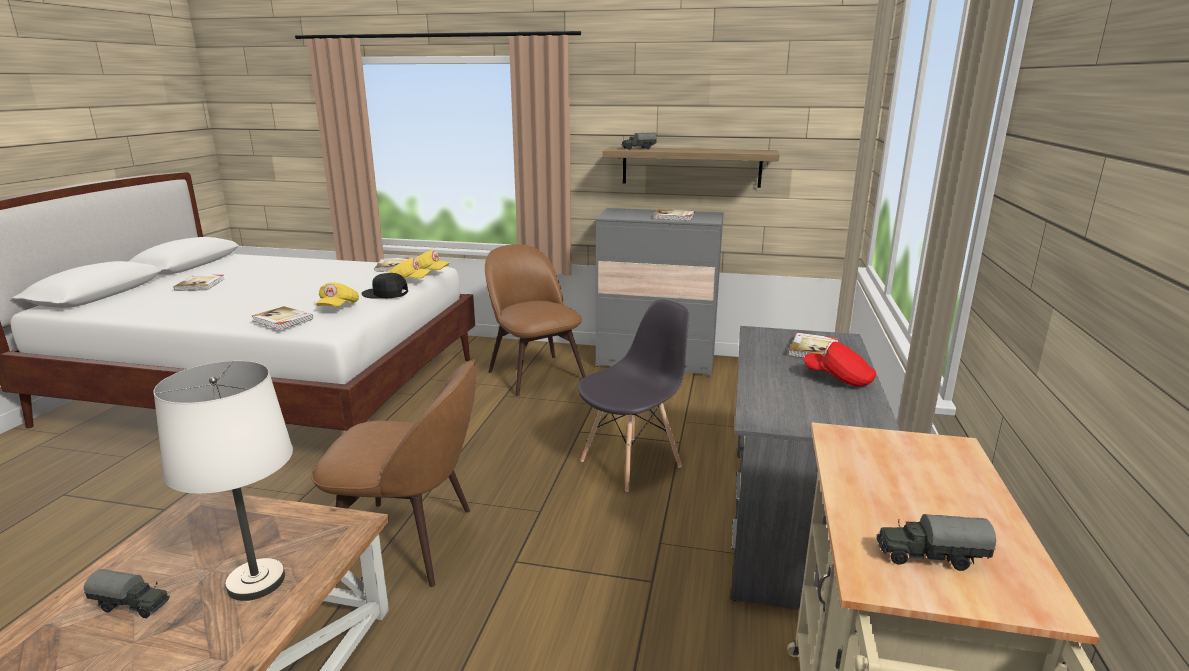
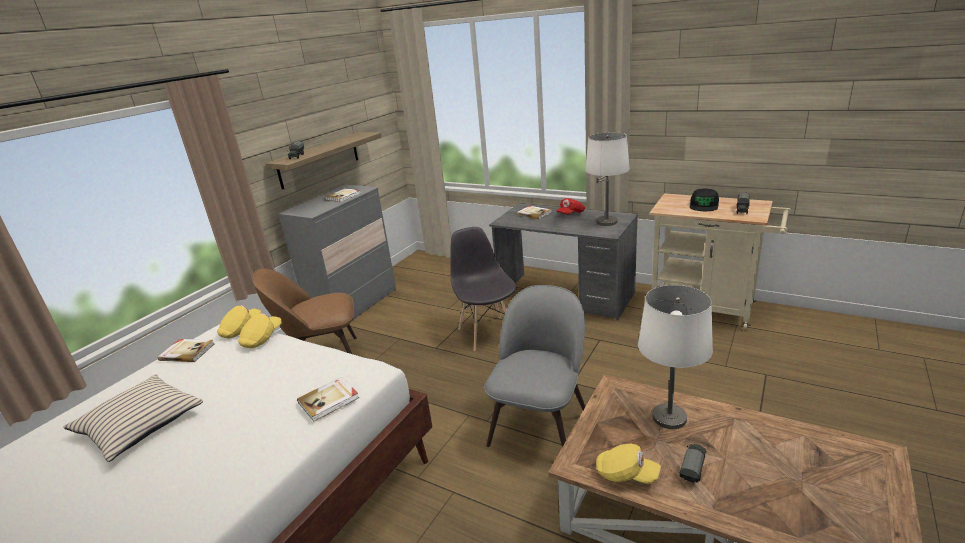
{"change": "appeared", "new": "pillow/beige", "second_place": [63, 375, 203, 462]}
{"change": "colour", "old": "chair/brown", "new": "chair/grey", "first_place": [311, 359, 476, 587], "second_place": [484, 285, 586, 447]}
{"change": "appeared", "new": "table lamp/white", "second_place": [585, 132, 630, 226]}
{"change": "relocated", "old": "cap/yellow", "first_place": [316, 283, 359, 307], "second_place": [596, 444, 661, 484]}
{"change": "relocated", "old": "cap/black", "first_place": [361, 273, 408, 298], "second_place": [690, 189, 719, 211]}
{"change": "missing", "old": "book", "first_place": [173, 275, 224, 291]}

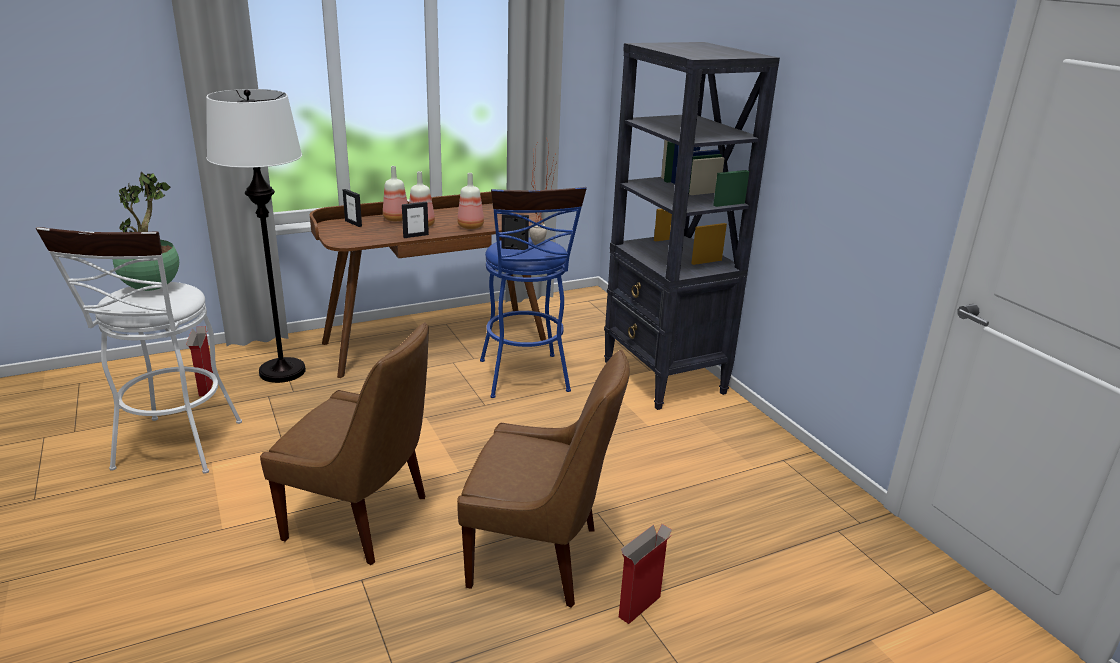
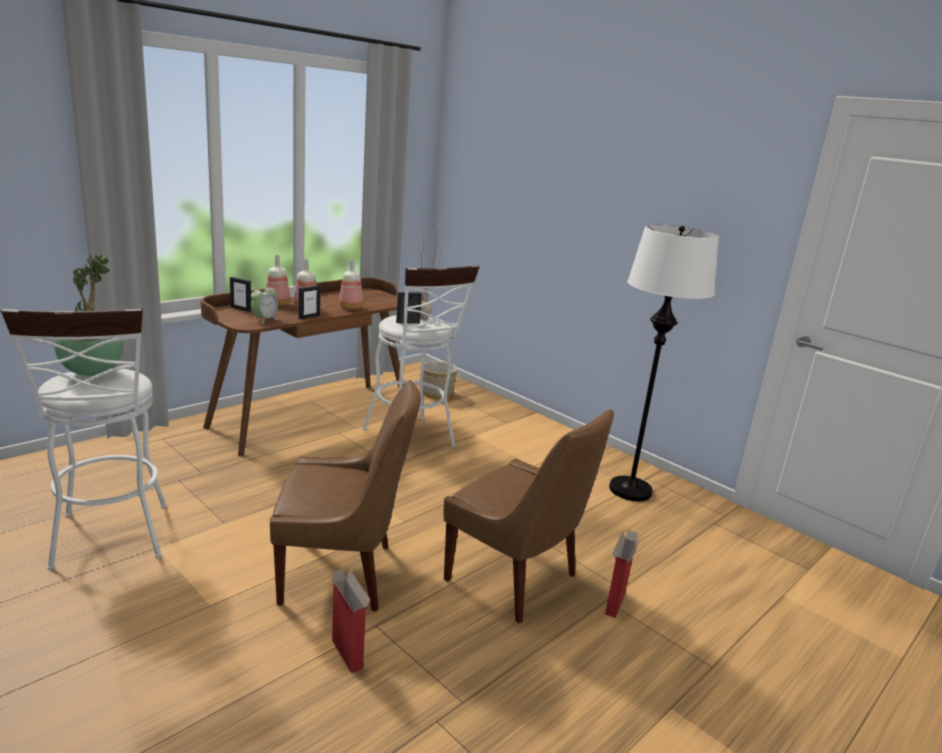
{"change": "appeared", "new": "alarm clock", "second_place": [251, 284, 278, 324]}
{"change": "relocated", "old": "cardboard box", "first_place": [186, 326, 213, 396], "second_place": [330, 569, 371, 673]}
{"change": "colour", "old": "stool/blue", "new": "stool/white", "first_place": [480, 187, 587, 398], "second_place": [362, 265, 480, 447]}
{"change": "appeared", "new": "planter", "second_place": [423, 361, 457, 399]}
{"change": "spun", "old": "chair/brown", "first_place": [457, 350, 630, 608], "second_place": [444, 409, 614, 624], "degrees": 45}
{"change": "relocated", "old": "floor lamp/white", "first_place": [206, 89, 306, 383], "second_place": [609, 225, 719, 501]}
{"change": "missing", "old": "bookcase/black", "first_place": [604, 42, 780, 410]}

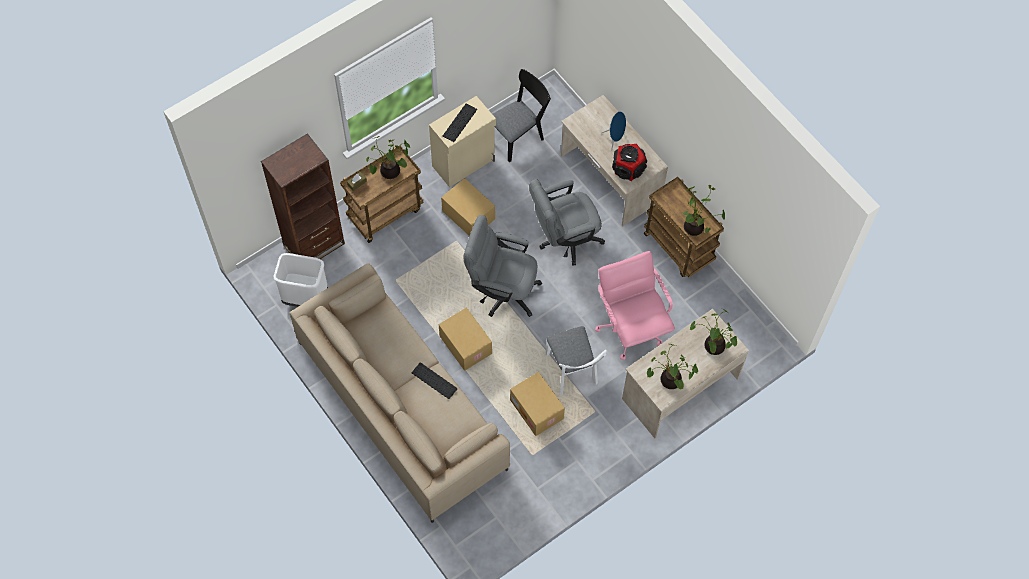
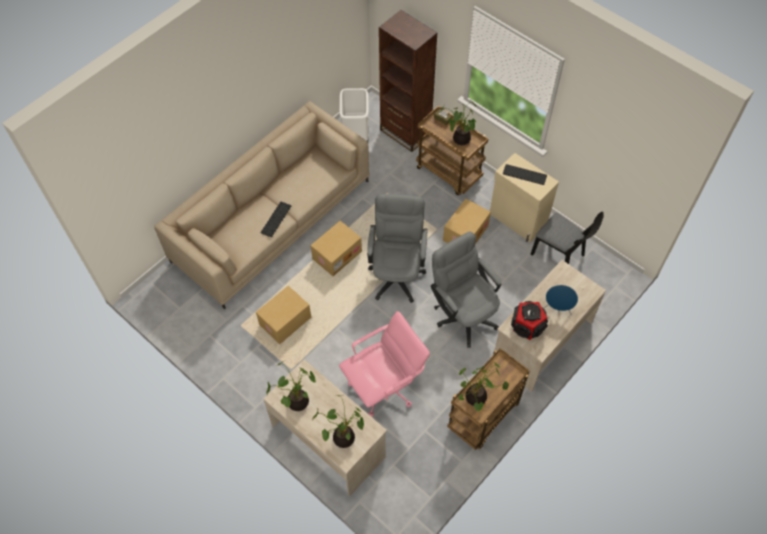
{"change": "missing", "old": "chair/white", "first_place": [546, 326, 607, 395]}

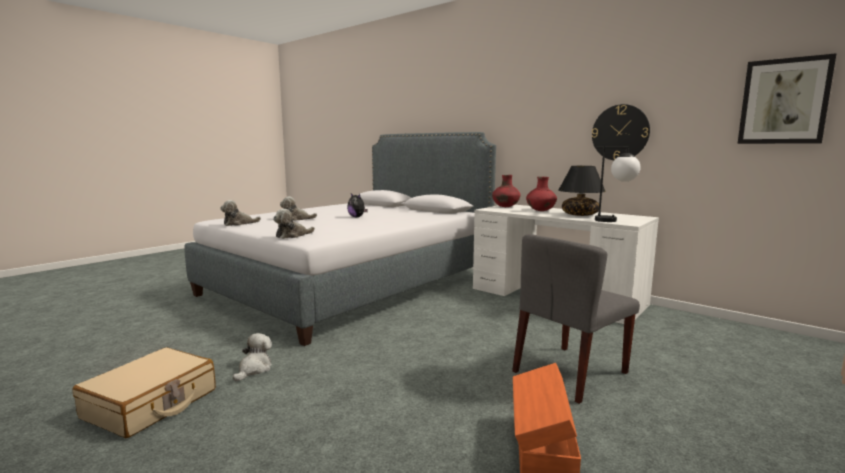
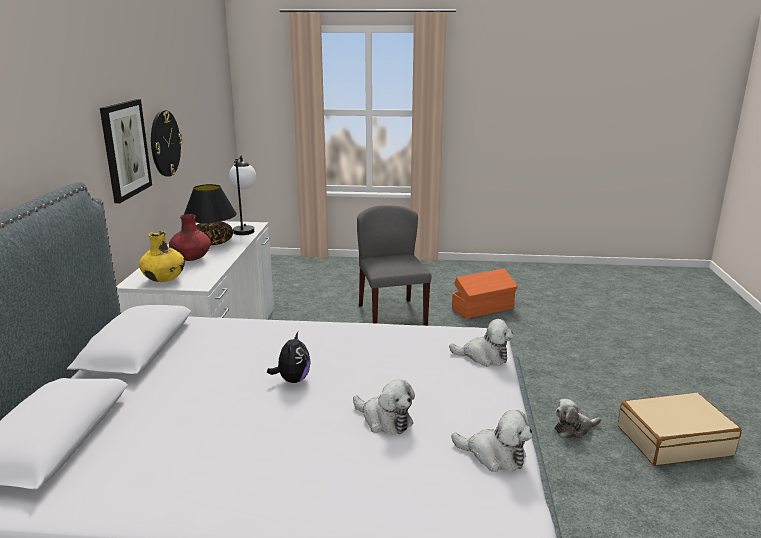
{"change": "relocated", "old": "picture", "first_place": [738, 53, 837, 144], "second_place": [100, 99, 152, 203]}
{"change": "colour", "old": "vase/red", "new": "vase/yellow", "first_place": [492, 175, 521, 207], "second_place": [139, 231, 185, 282]}
{"change": "spun", "old": "chair/grey", "first_place": [512, 234, 640, 404], "second_place": [357, 205, 432, 326], "degrees": -120}

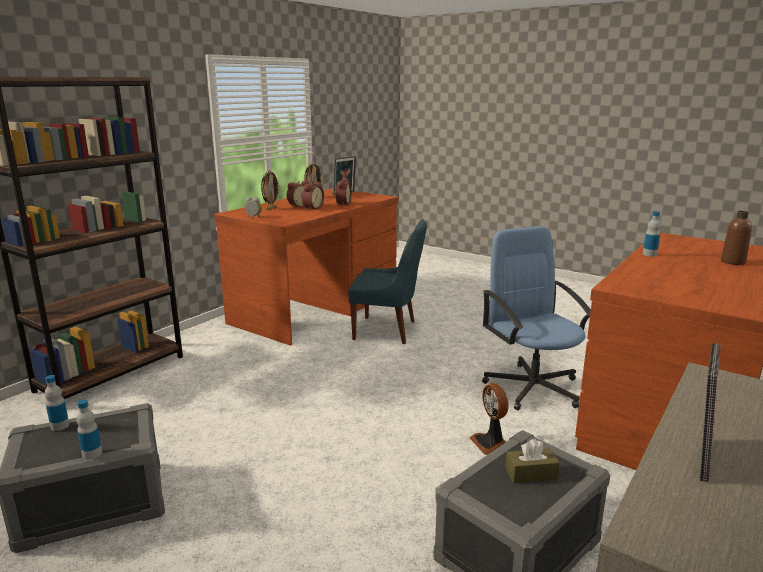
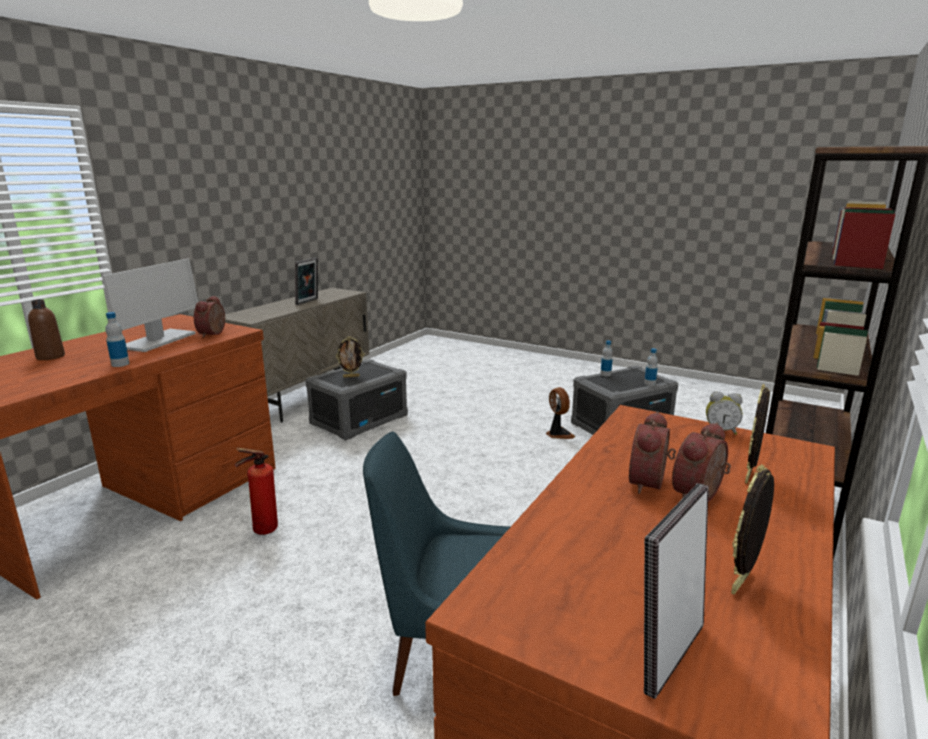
{"change": "appeared", "new": "monitor", "second_place": [102, 259, 198, 352]}
{"change": "relocated", "old": "alarm clock", "first_place": [334, 178, 352, 205], "second_place": [194, 296, 225, 338]}
{"change": "exchanged", "old": "office chair/blue", "new": "fire extinguisher", "first_place": [482, 226, 591, 411], "second_place": [234, 448, 278, 535]}
{"change": "exchanged", "old": "tissue box/brown", "new": "picture frame", "first_place": [505, 439, 560, 483], "second_place": [336, 337, 364, 378]}
{"change": "relocated", "old": "fan", "first_place": [469, 383, 509, 455], "second_place": [546, 387, 575, 439]}

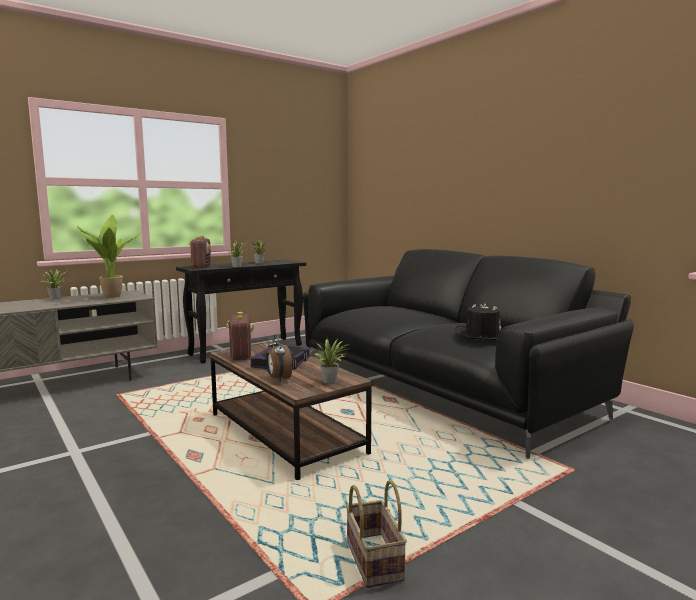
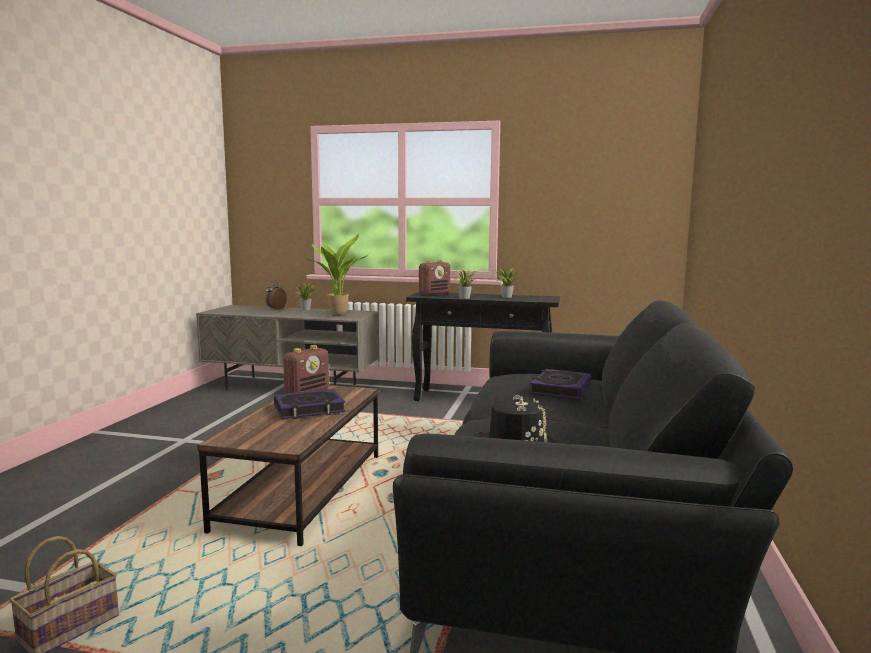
{"change": "relocated", "old": "alarm clock", "first_place": [266, 334, 292, 382], "second_place": [266, 280, 287, 310]}
{"change": "appeared", "new": "book", "second_place": [530, 369, 591, 400]}
{"change": "missing", "old": "potted plant", "first_place": [314, 338, 348, 383]}

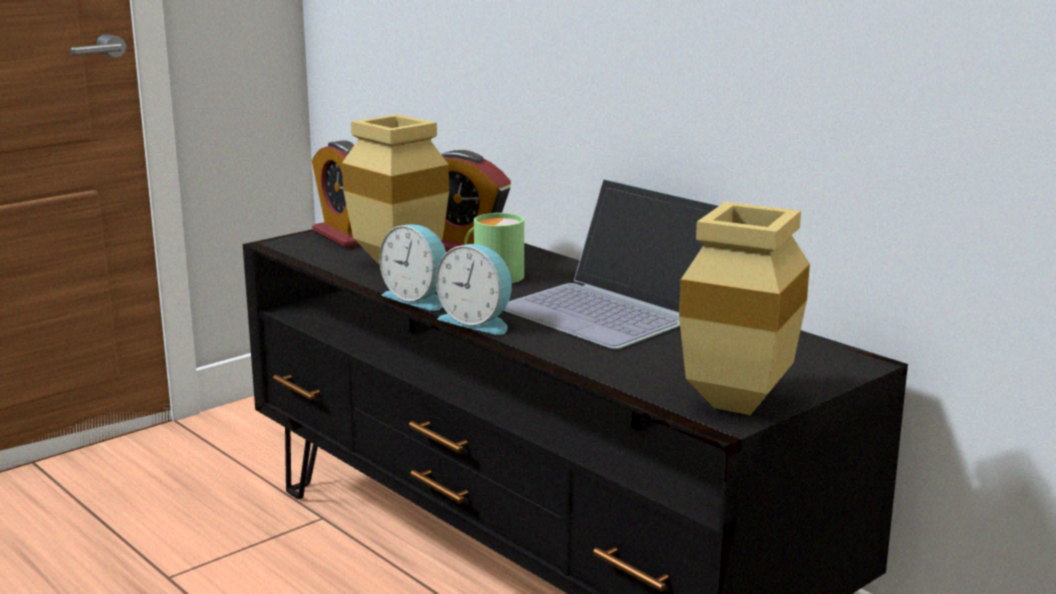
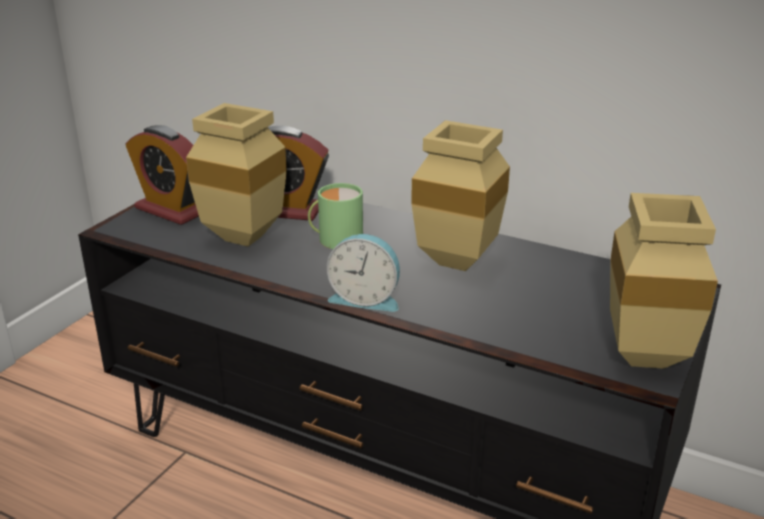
{"change": "exchanged", "old": "laptop", "new": "vase/beige", "first_place": [503, 178, 720, 349], "second_place": [411, 120, 510, 271]}
{"change": "missing", "old": "alarm clock", "first_place": [379, 224, 447, 311]}

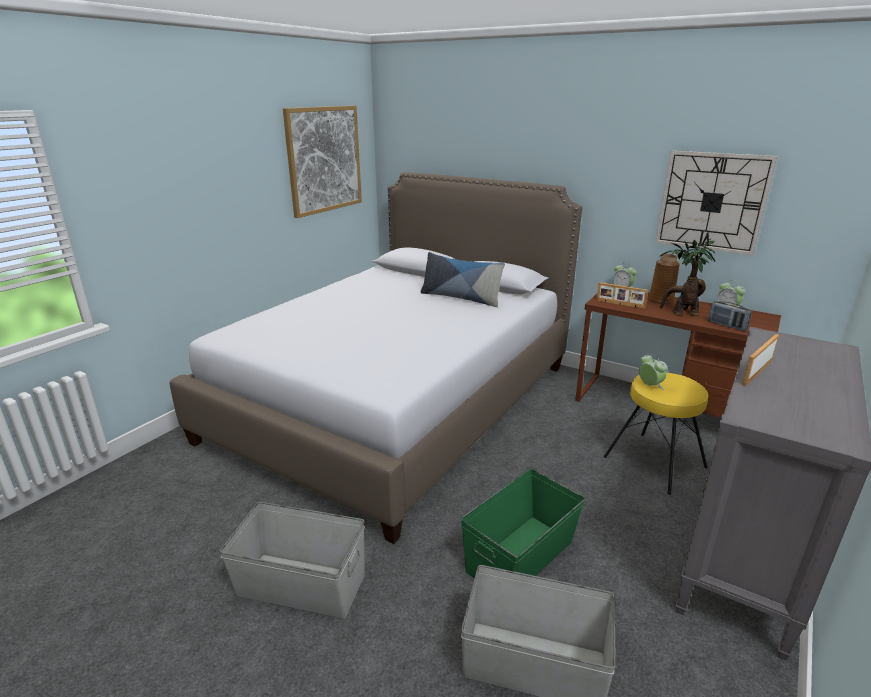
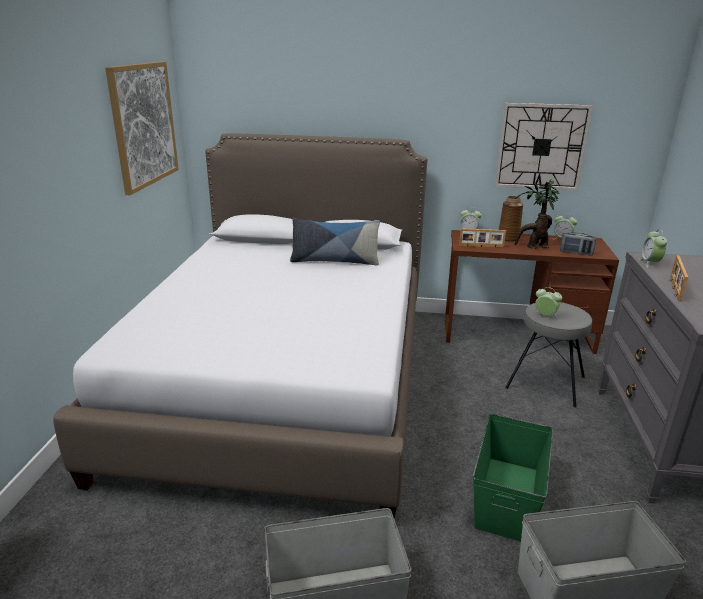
{"change": "colour", "old": "stool/yellow", "new": "stool/grey", "first_place": [603, 373, 708, 495], "second_place": [505, 302, 592, 407]}
{"change": "appeared", "new": "alarm clock", "second_place": [639, 229, 667, 268]}

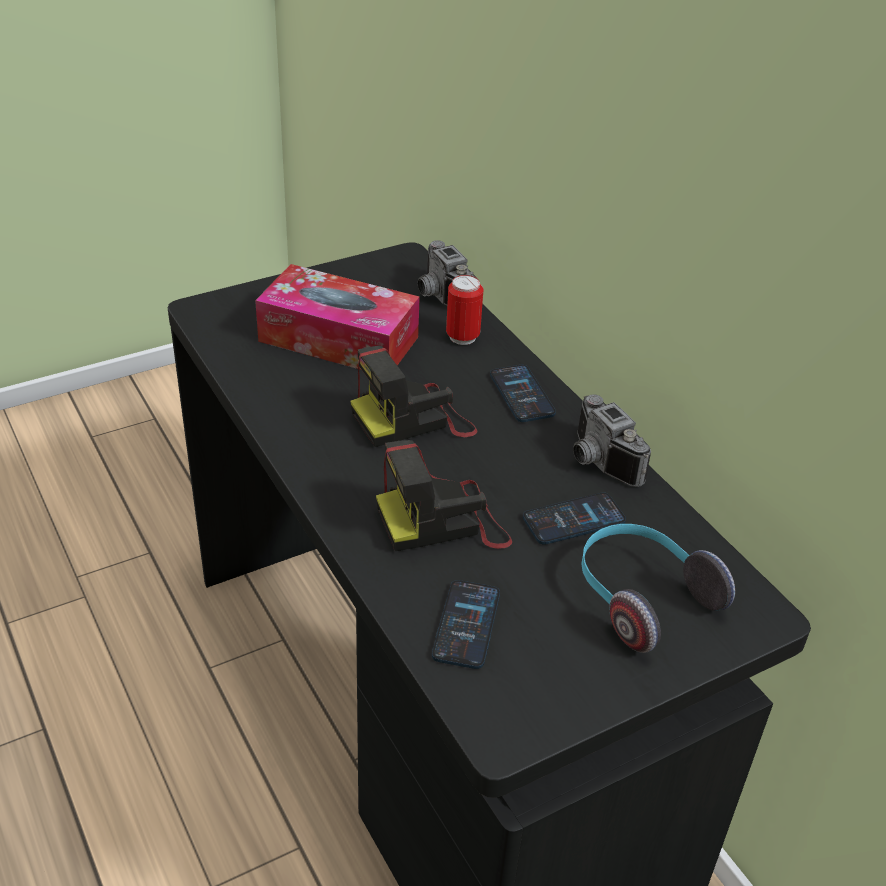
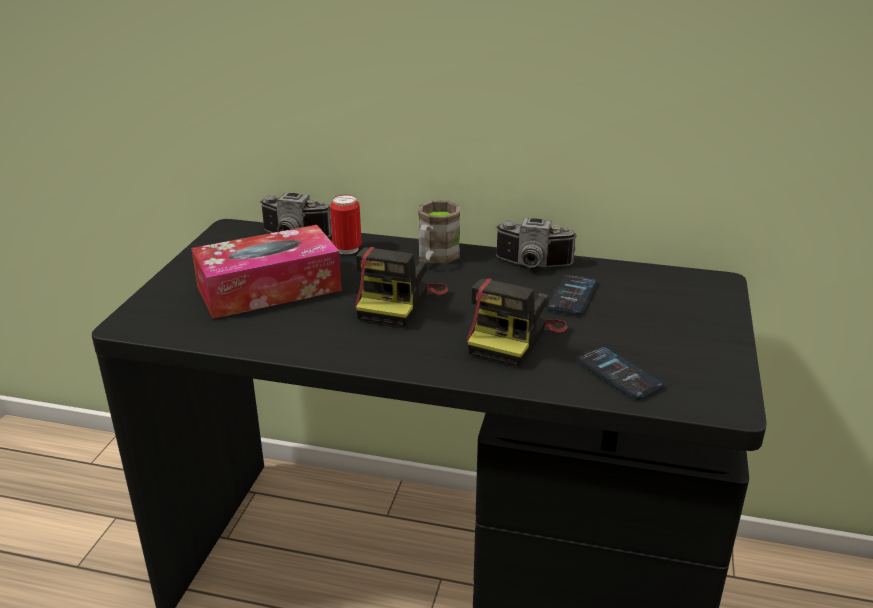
{"change": "exchanged", "old": "phone", "new": "mug/brown", "first_place": [490, 365, 556, 422], "second_place": [418, 200, 460, 263]}
{"change": "missing", "old": "headphones", "first_place": [581, 524, 735, 653]}

